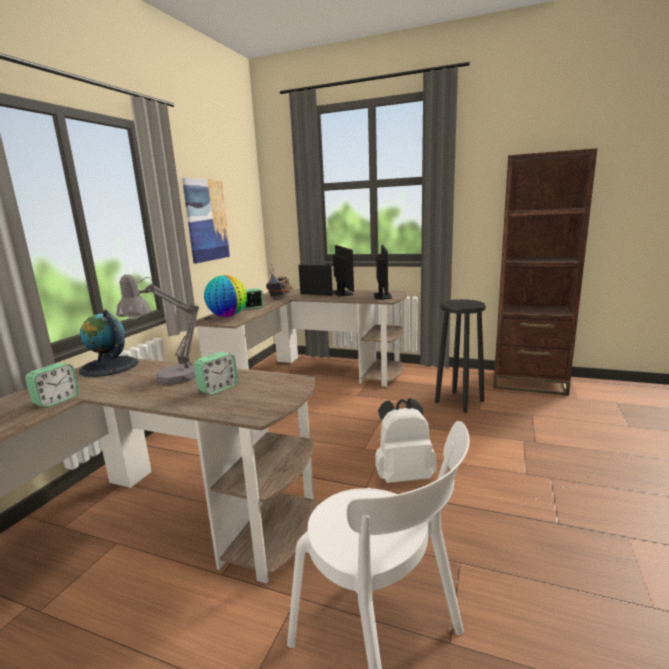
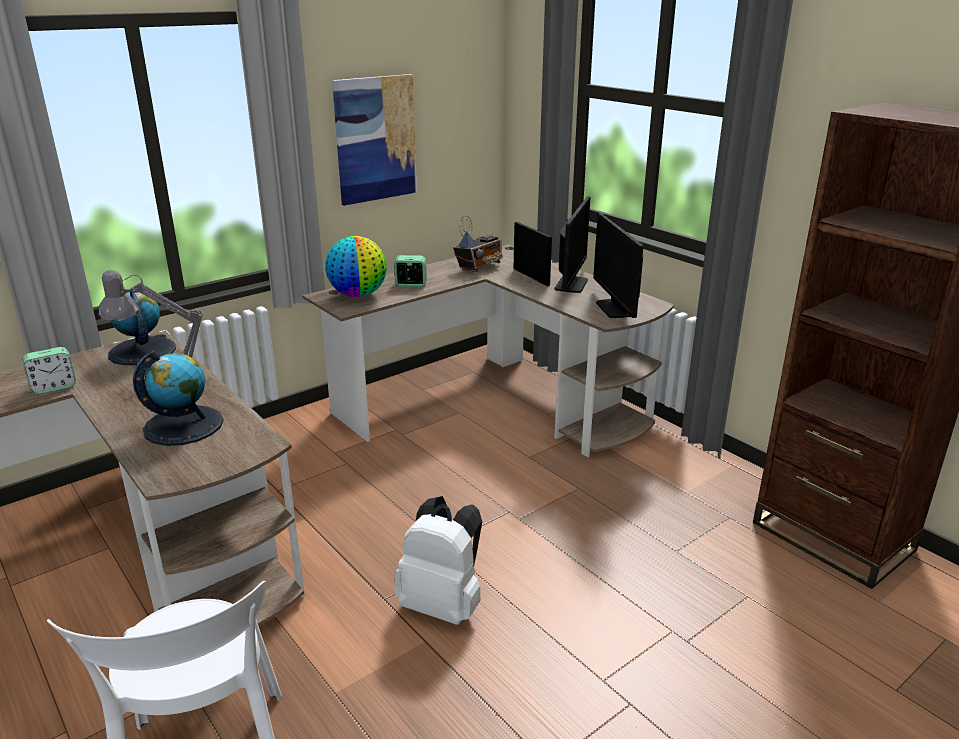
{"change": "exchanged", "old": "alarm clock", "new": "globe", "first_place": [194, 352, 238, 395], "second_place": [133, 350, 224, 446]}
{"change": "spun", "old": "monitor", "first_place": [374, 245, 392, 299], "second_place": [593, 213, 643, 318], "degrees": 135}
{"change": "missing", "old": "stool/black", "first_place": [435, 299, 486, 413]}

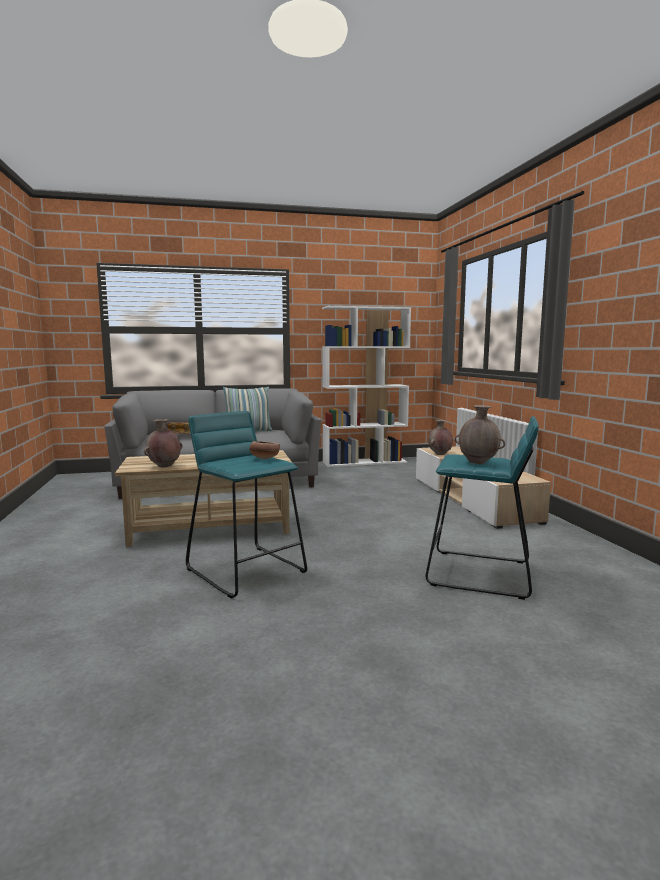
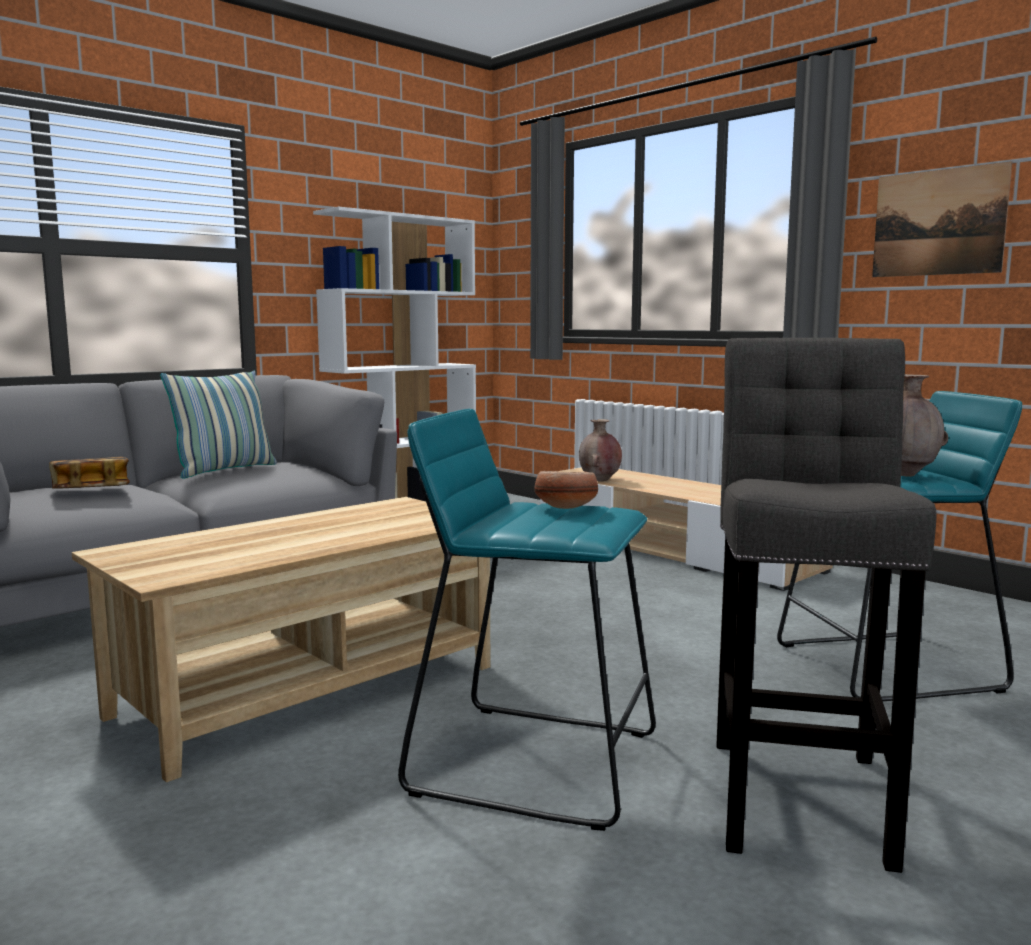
{"change": "appeared", "new": "stool/grey", "second_place": [717, 338, 937, 873]}
{"change": "appeared", "new": "picture", "second_place": [872, 161, 1012, 277]}
{"change": "missing", "old": "vase/brown", "first_place": [144, 419, 183, 467]}

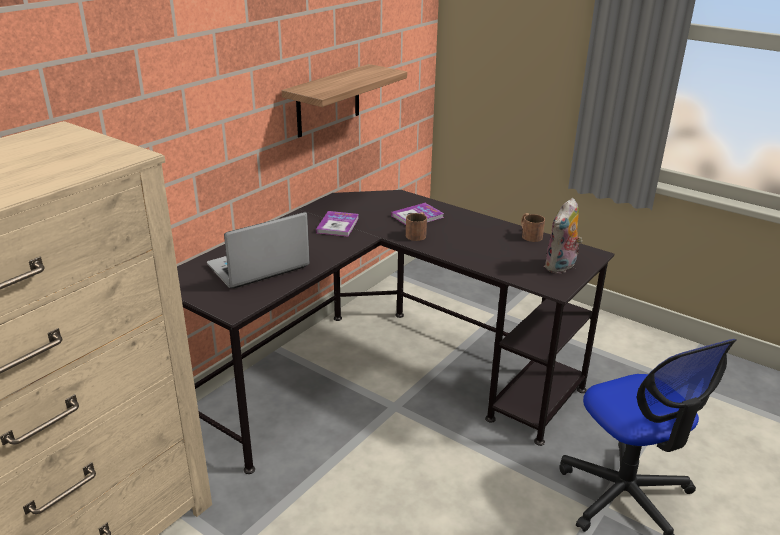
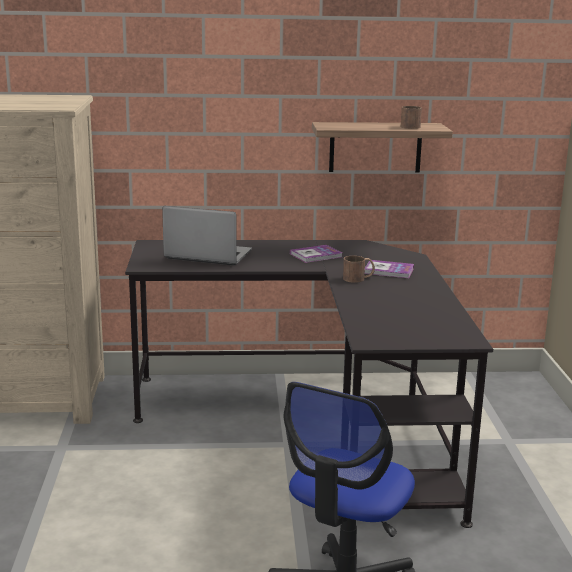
{"change": "relocated", "old": "mug/brown", "first_place": [521, 213, 545, 242], "second_place": [401, 106, 422, 129]}
{"change": "missing", "old": "plush toy", "first_place": [544, 198, 582, 274]}

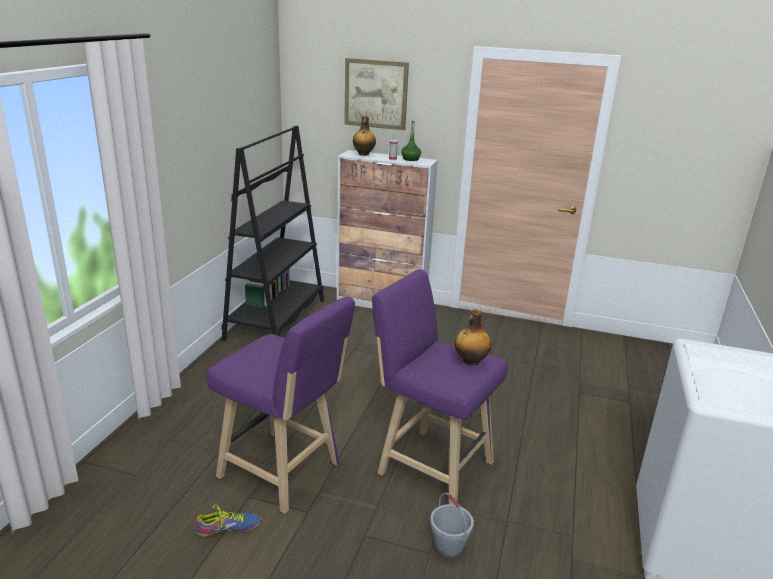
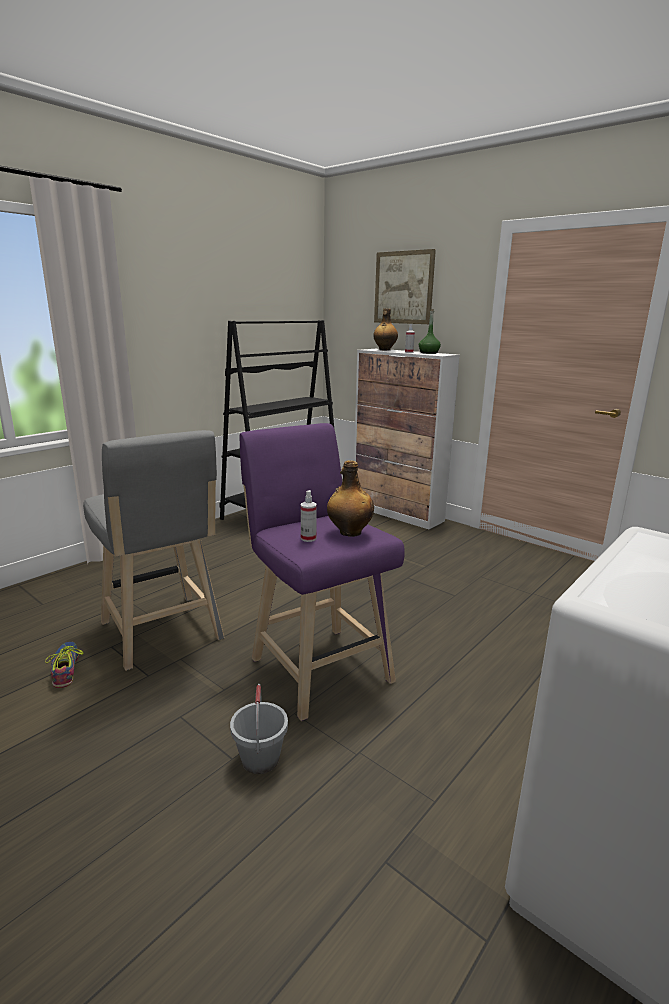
{"change": "spun", "old": "shoe", "first_place": [196, 505, 262, 537], "second_place": [45, 641, 84, 688], "degrees": -120}
{"change": "colour", "old": "stool/purple", "new": "stool/grey", "first_place": [206, 297, 355, 514], "second_place": [83, 430, 225, 671]}
{"change": "appeared", "new": "spray bottle", "second_place": [301, 490, 317, 542]}

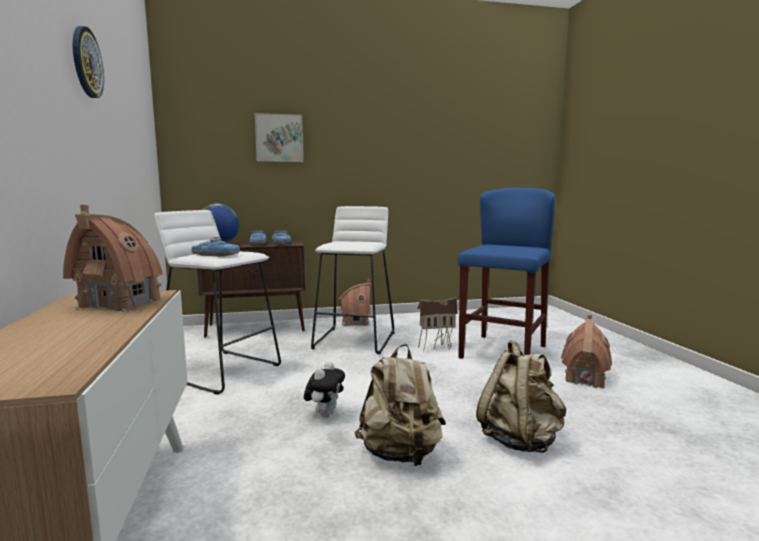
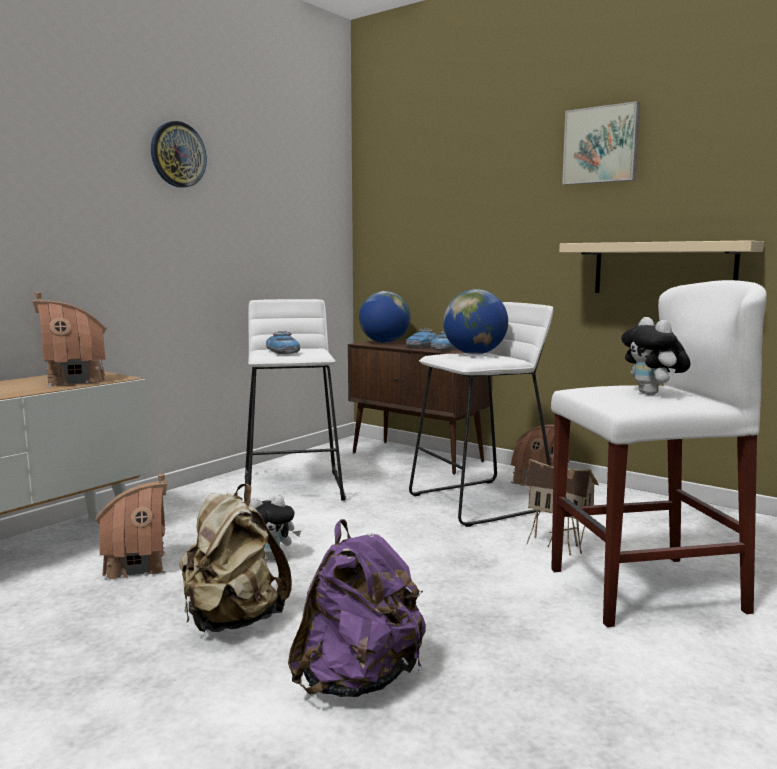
{"change": "relocated", "old": "toy house", "first_place": [561, 314, 612, 389], "second_place": [95, 474, 168, 581]}
{"change": "colour", "old": "backpack/beige", "new": "backpack/purple", "first_place": [476, 340, 566, 453], "second_place": [288, 519, 426, 697]}
{"change": "appeared", "new": "globe", "second_place": [443, 289, 508, 354]}
{"change": "colour", "old": "stool/blue", "new": "stool/white", "first_place": [458, 188, 555, 359], "second_place": [551, 280, 767, 627]}
{"change": "appeared", "new": "shelf/beige", "second_place": [559, 240, 764, 293]}
{"change": "relocated", "old": "picture", "first_place": [255, 113, 303, 162], "second_place": [562, 101, 640, 185]}
{"change": "appeared", "new": "plush toy", "second_place": [621, 317, 691, 395]}

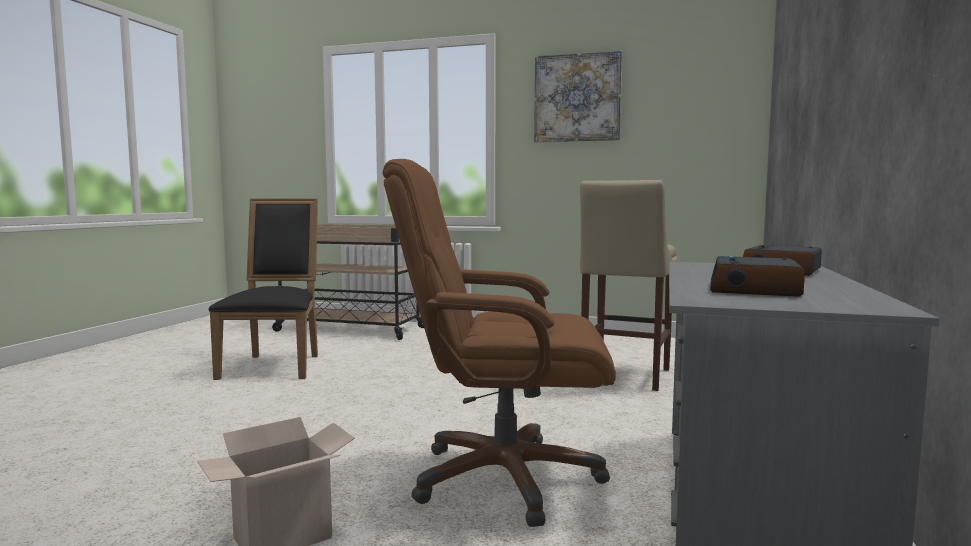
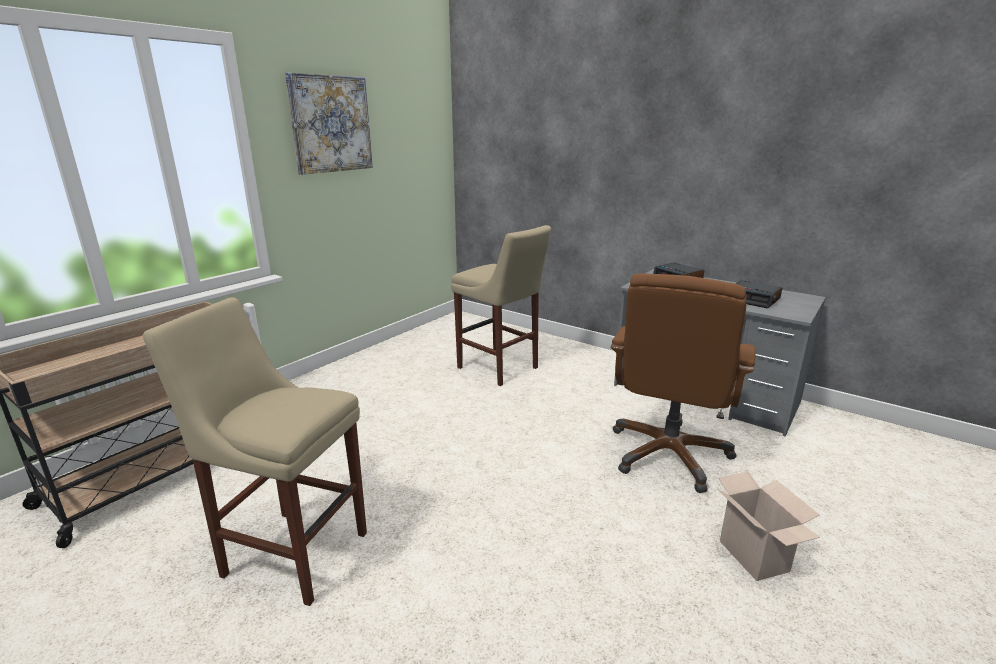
{"change": "exchanged", "old": "chair/black", "new": "stool/beige", "first_place": [208, 198, 318, 380], "second_place": [143, 297, 367, 606]}

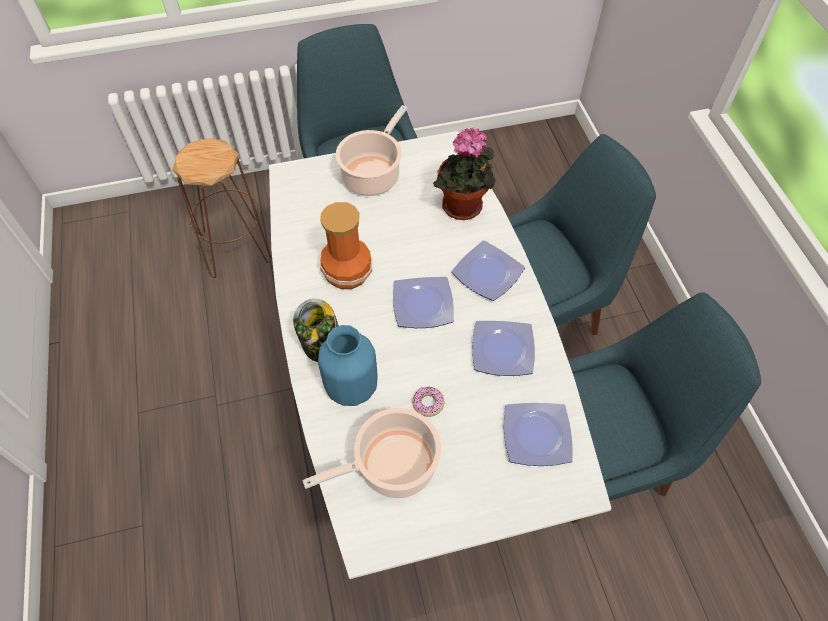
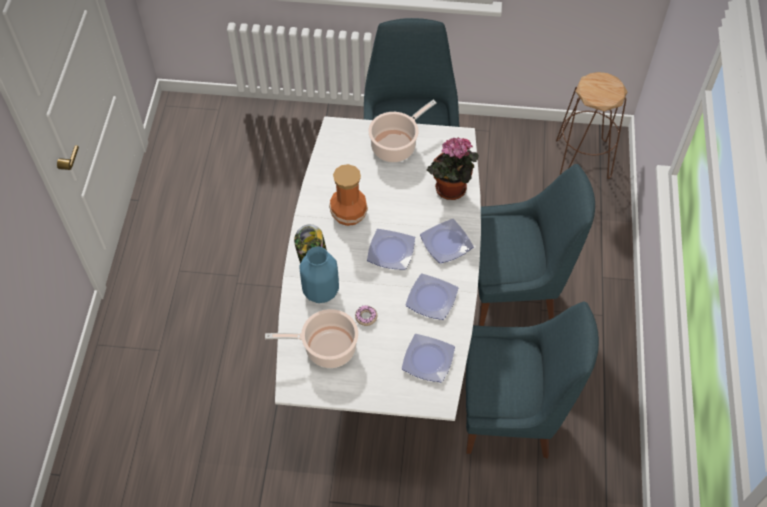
{"change": "relocated", "old": "stool/brown", "first_place": [173, 138, 271, 278], "second_place": [556, 72, 628, 179]}

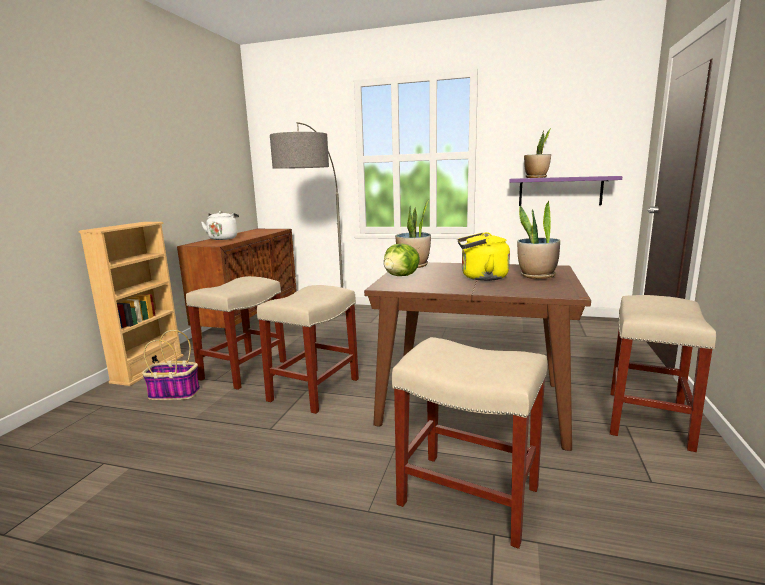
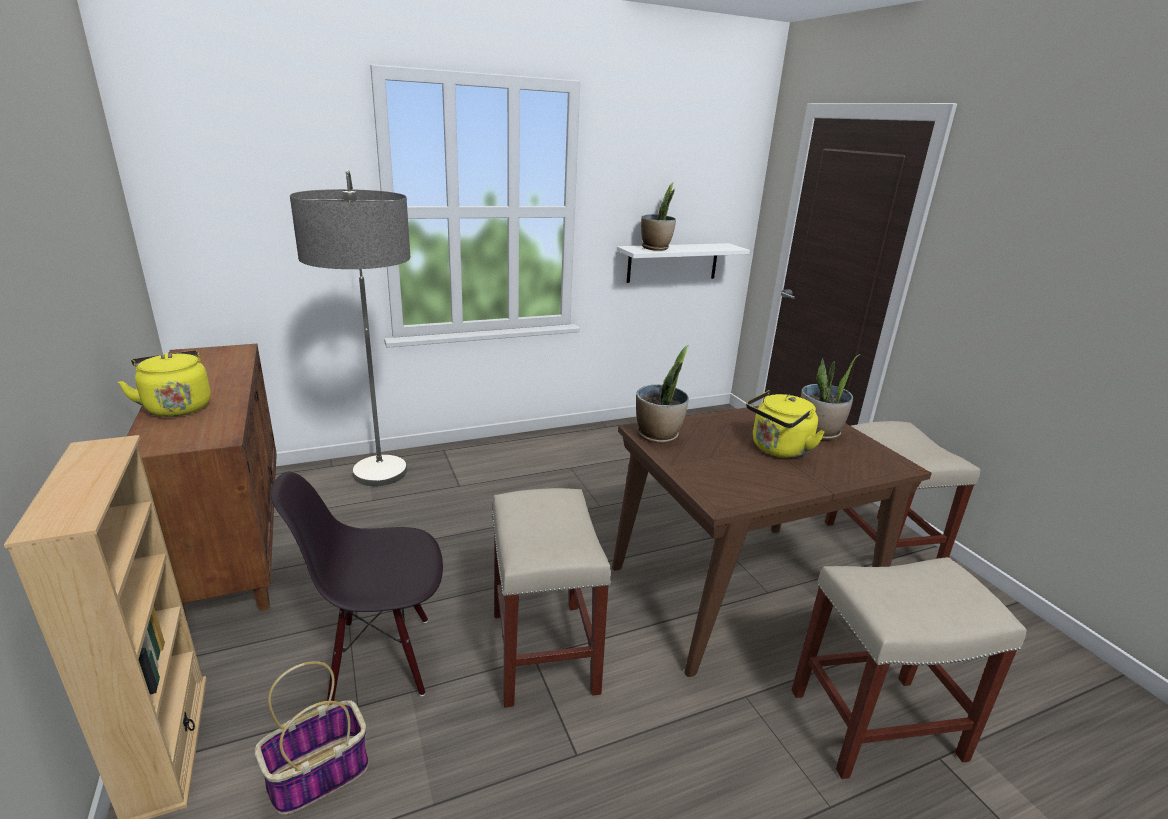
{"change": "colour", "old": "kettle/white", "new": "kettle/yellow", "first_place": [201, 211, 239, 240], "second_place": [118, 350, 211, 417]}
{"change": "exchanged", "old": "stool/beige", "new": "chair/black", "first_place": [186, 276, 287, 390], "second_place": [271, 472, 443, 705]}
{"change": "colour", "old": "shelf/purple", "new": "shelf/white", "first_place": [509, 176, 622, 206], "second_place": [617, 243, 750, 283]}
{"change": "missing", "old": "lettuce", "first_place": [384, 243, 420, 276]}

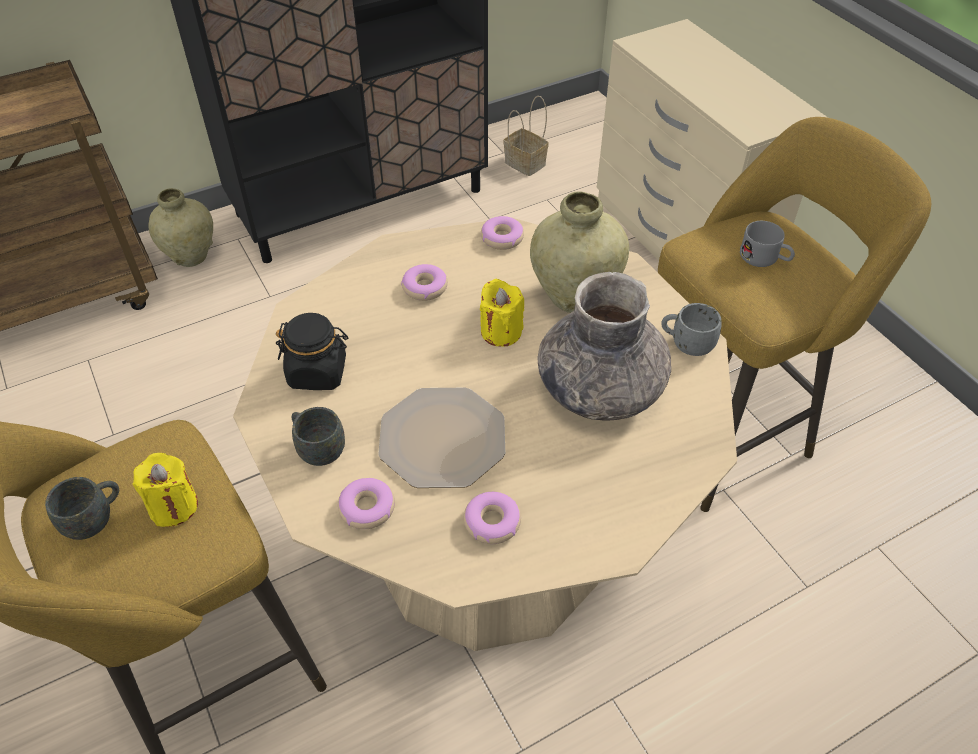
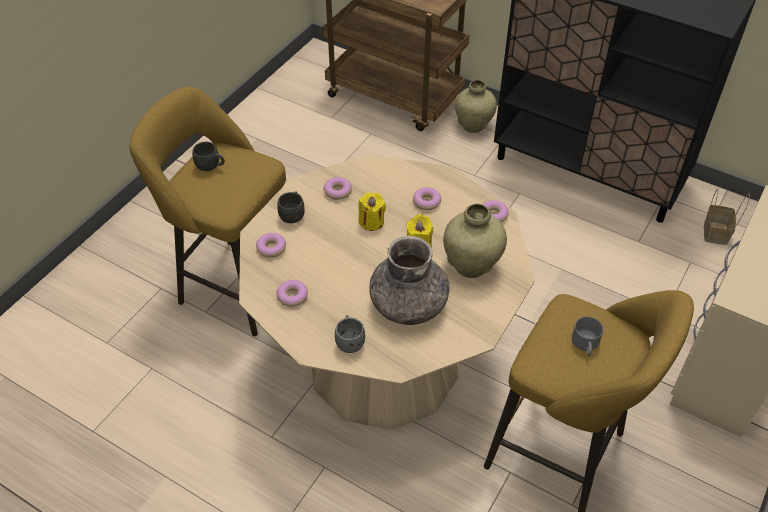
{"change": "exchanged", "old": "jar/black", "new": "donut", "first_place": [276, 313, 348, 390], "second_place": [323, 177, 352, 200]}
{"change": "relocated", "old": "mug/grey", "first_place": [661, 303, 722, 356], "second_place": [335, 315, 365, 353]}
{"change": "relocated", "old": "candle/yellow", "first_place": [133, 453, 198, 527], "second_place": [358, 193, 386, 231]}
{"change": "missing", "old": "plate", "first_place": [378, 388, 505, 488]}

